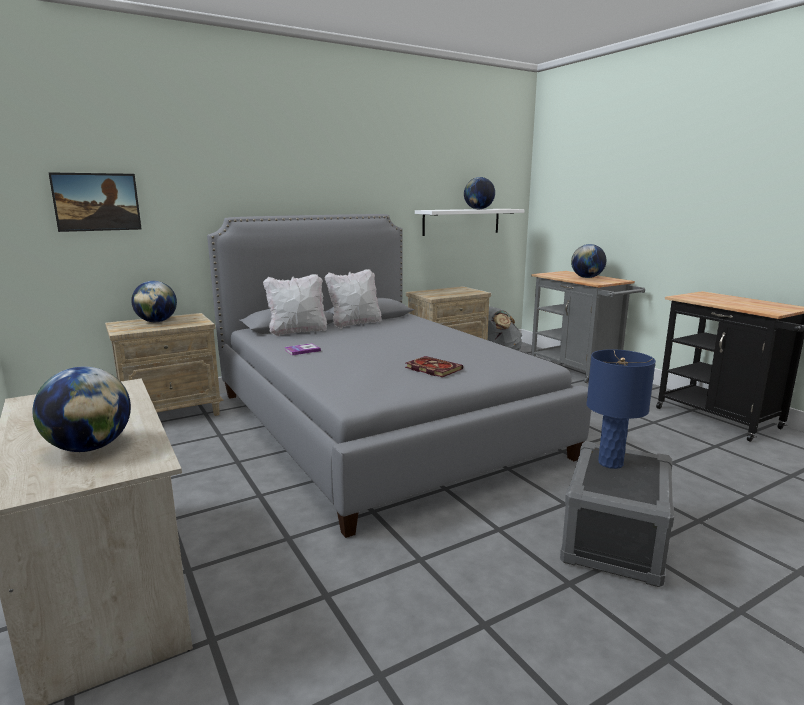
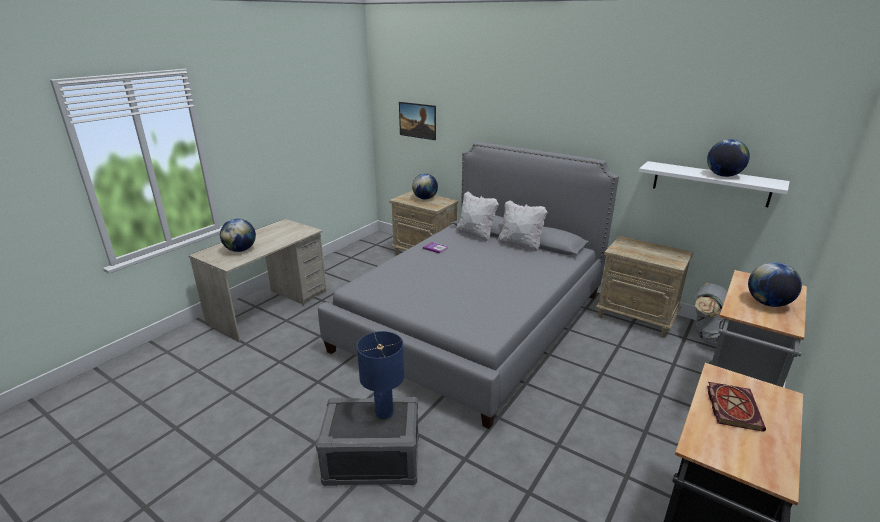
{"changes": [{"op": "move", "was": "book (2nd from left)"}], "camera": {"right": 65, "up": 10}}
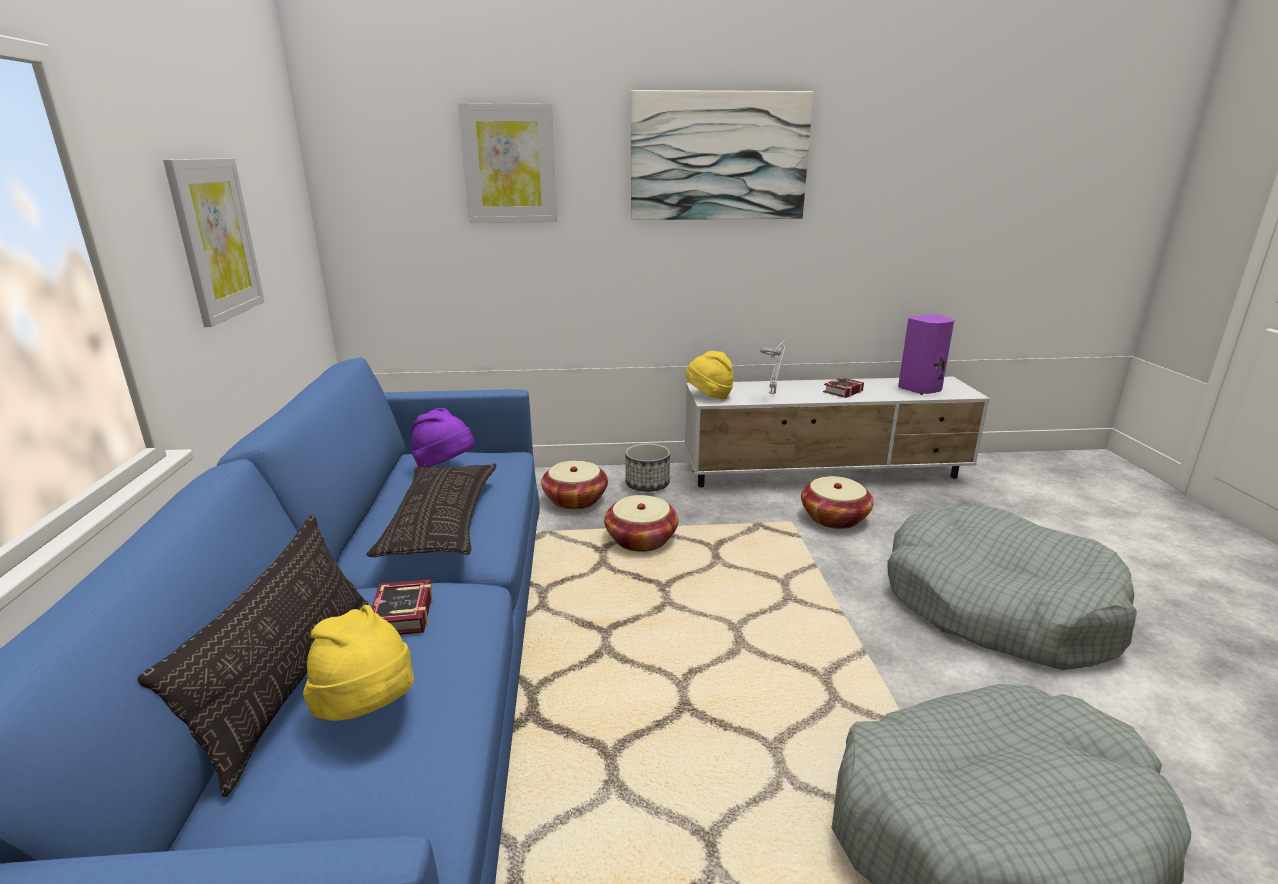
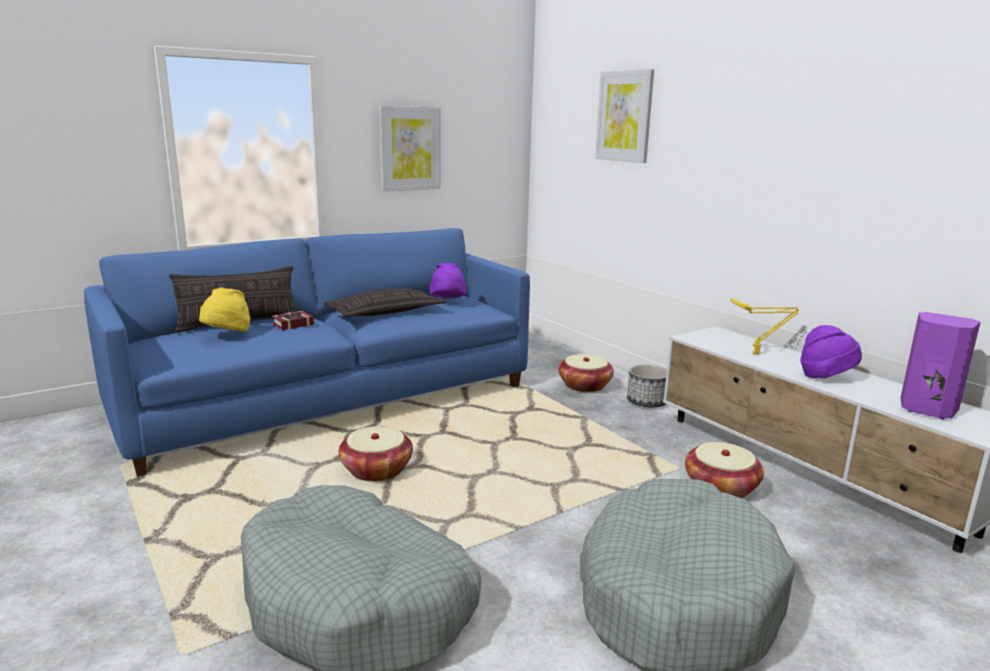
{"changes": [{"op": "move", "was": "basket (2nd from left in the first image)", "now": "basket (1st from left)"}, {"op": "delete", "was": "picture (3rd from left)"}, {"op": "delete", "was": "yellow hat (2nd from left)"}, {"op": "recolor", "was": "grey table lamp", "now": "yellow table lamp"}, {"op": "replace", "was": "book (2nd from left)", "now": "purple hat (2nd from left)"}], "camera": {"right": 60, "up": -5}}
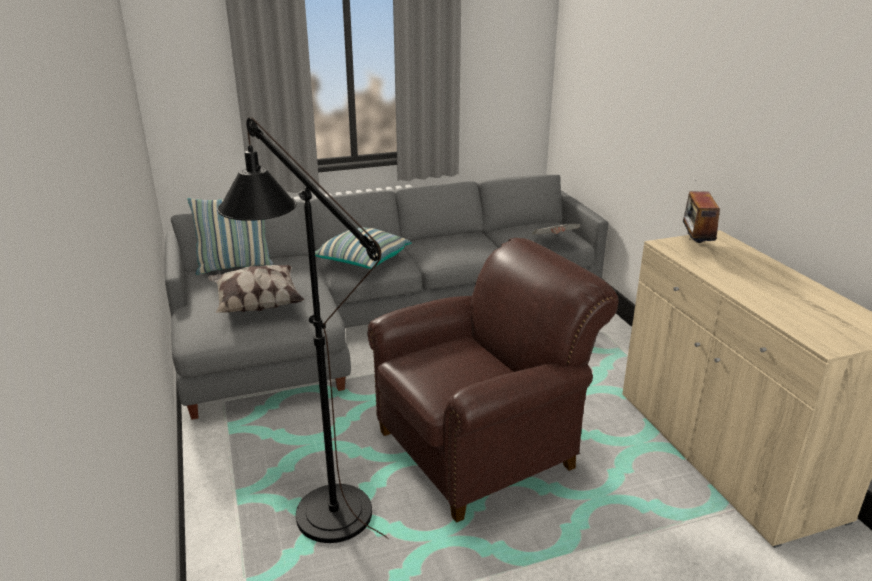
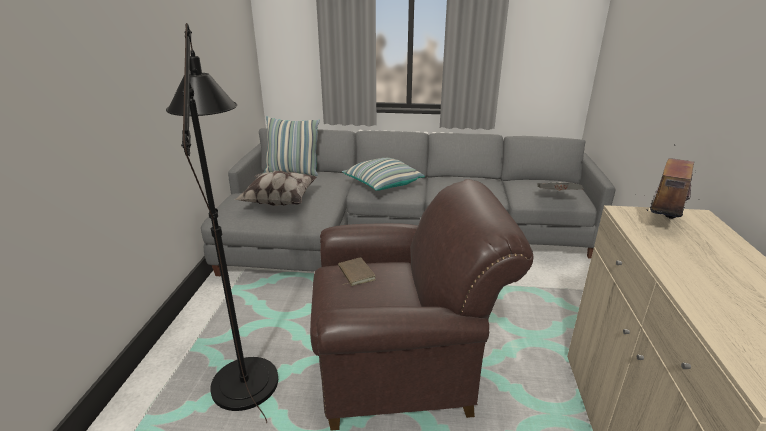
{"changes": [{"op": "insert", "now": "brown book"}], "camera": {"right": 25, "up": 0}}
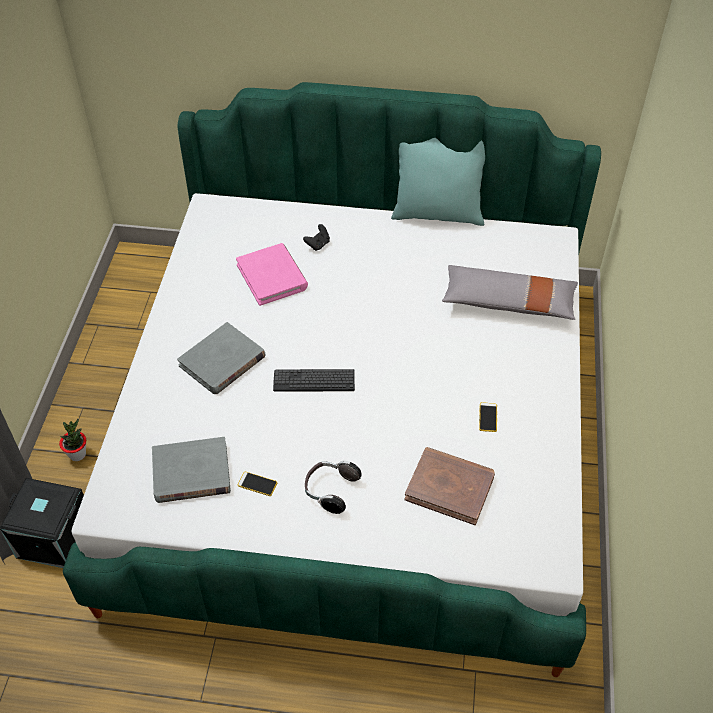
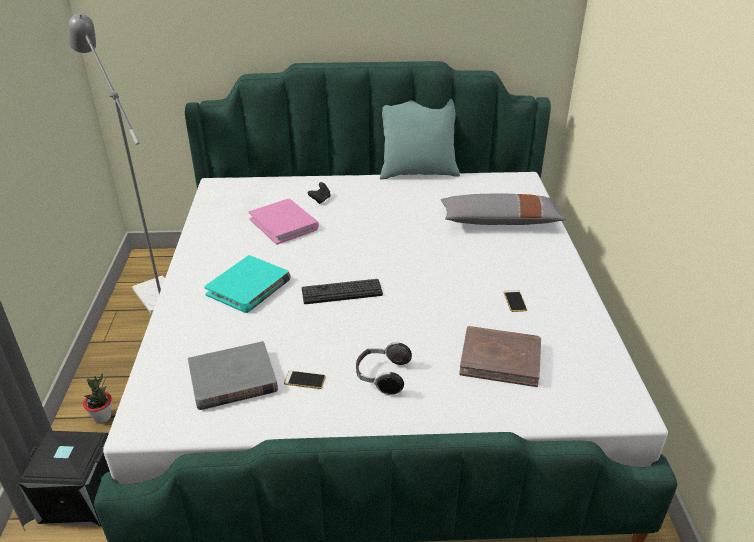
{"changes": [{"op": "recolor", "was": "grey book (2nd from left)", "now": "turquoise book"}, {"op": "insert", "now": "grey floor lamp"}], "camera": {"right": -10, "up": -15}}
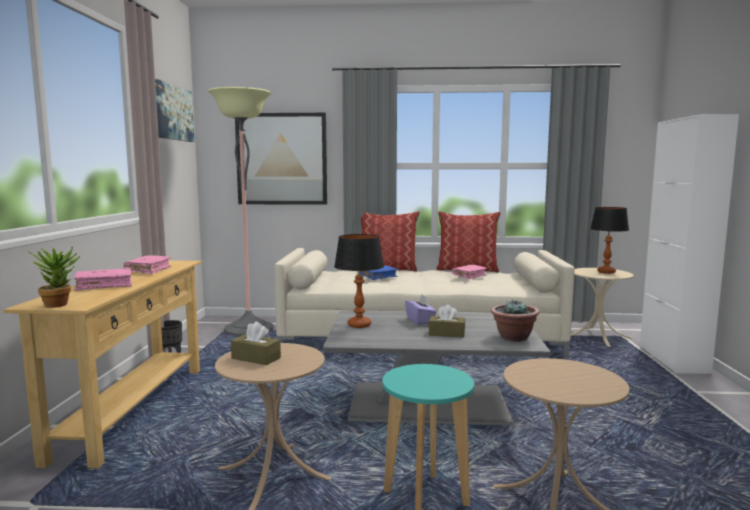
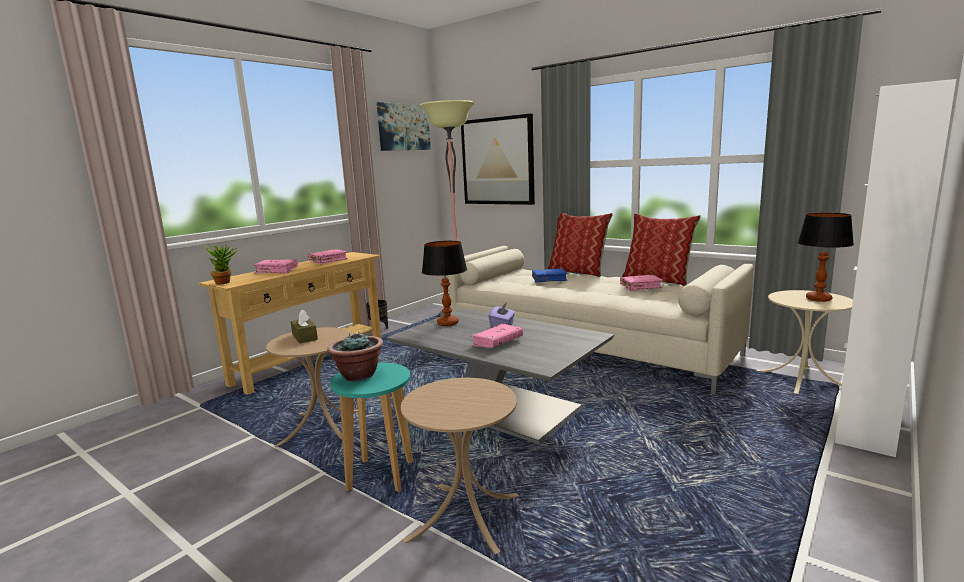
{"changes": [{"op": "replace", "was": "brown tissue box (2nd from left)", "now": "pink book (3rd from left)"}, {"op": "move", "was": "potted plant (2nd from left)"}], "camera": {"right": 35, "up": 5}}
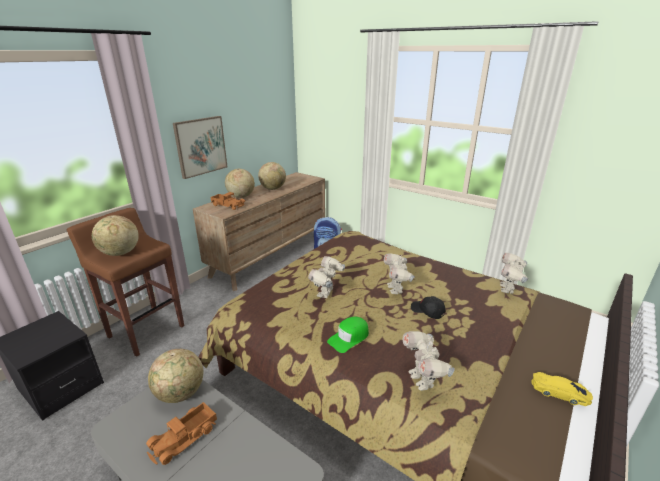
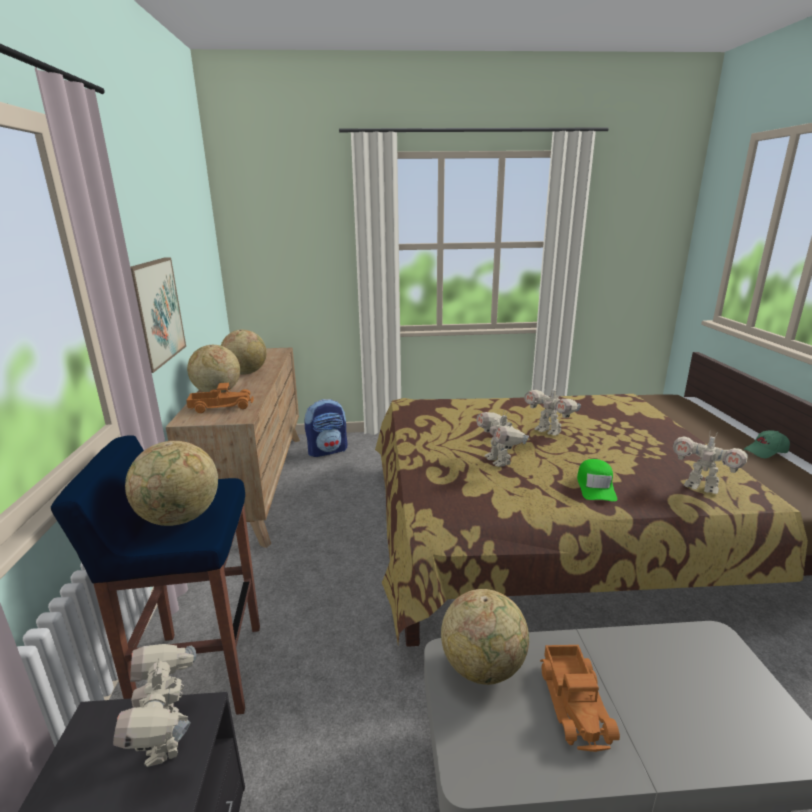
{"changes": [{"op": "recolor", "was": "brown stool", "now": "blue stool"}, {"op": "delete", "was": "black cap"}, {"op": "move", "was": "toy robot (4th from left in the first image)", "now": "toy robot (1st from left)"}, {"op": "replace", "was": "yellow toy car", "now": "green cap (2nd from left)"}], "camera": {"right": -40, "up": -5}}
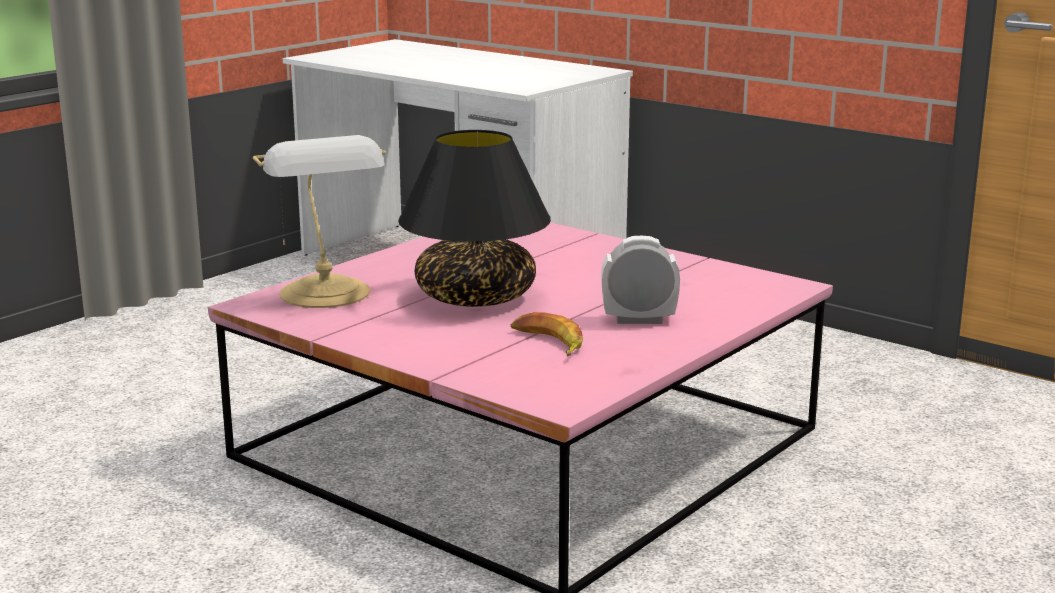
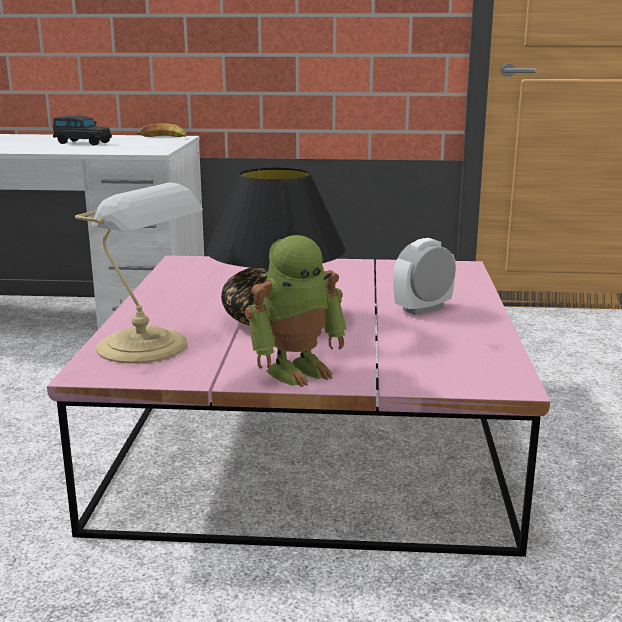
{"changes": [{"op": "move", "was": "banana"}, {"op": "insert", "now": "black toy car"}, {"op": "insert", "now": "toy robot"}], "camera": {"right": -35, "up": 0}}
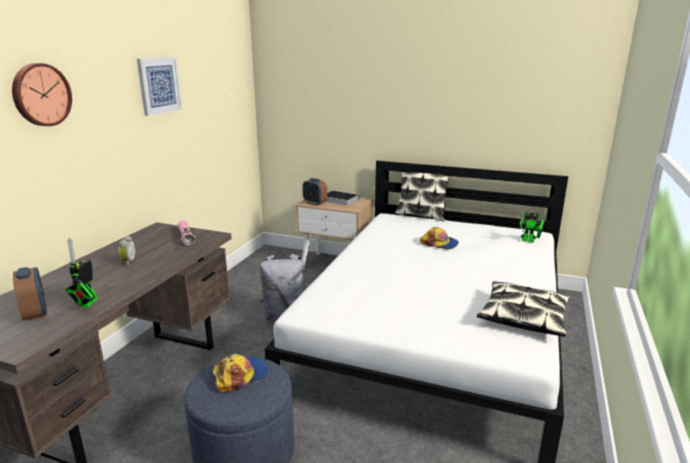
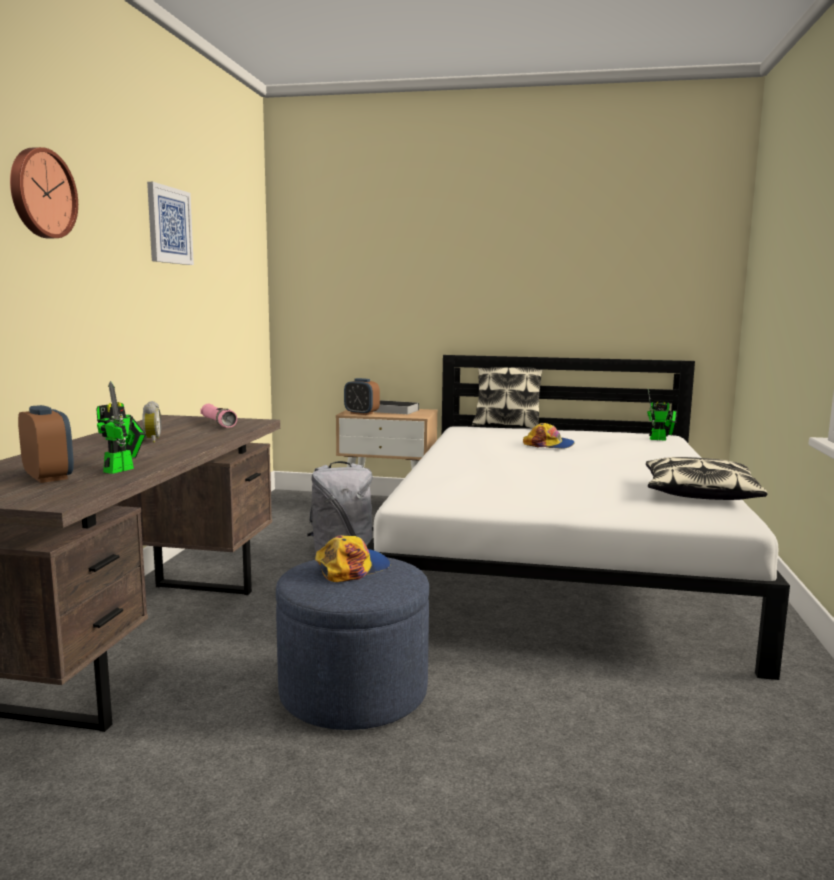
{"changes": [{"op": "rotate", "was": "toy robot (1st from left)", "clockwise": -150}], "camera": {"right": -10, "up": -10}}
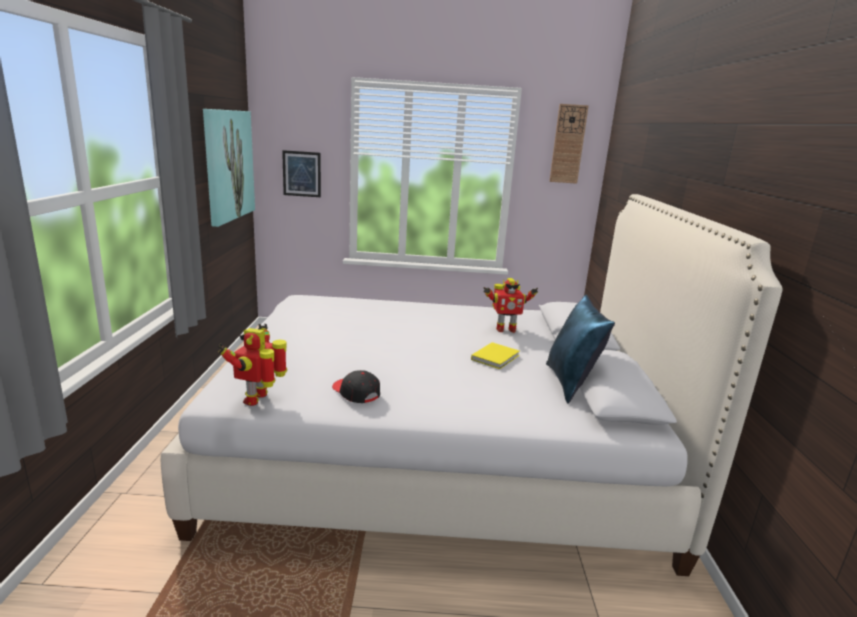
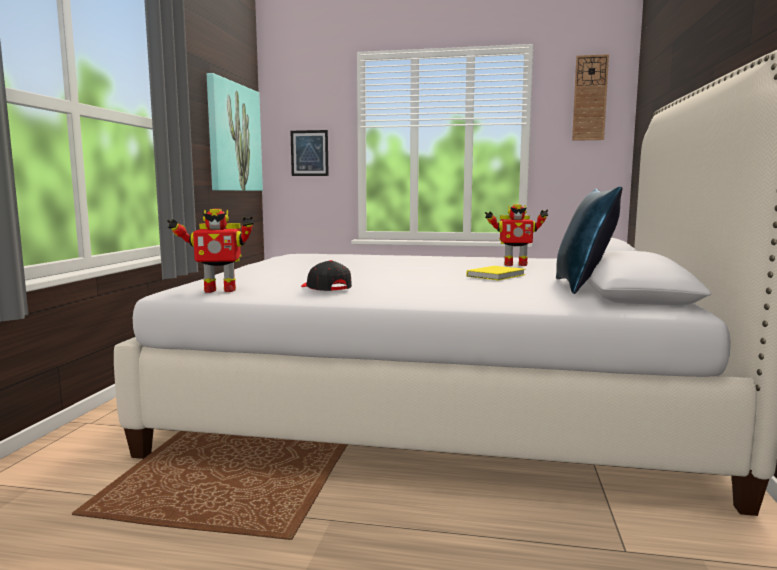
{"changes": [{"op": "rotate", "was": "toy robot (1st from left)", "clockwise": -120}], "camera": {"right": 10, "up": -10}}
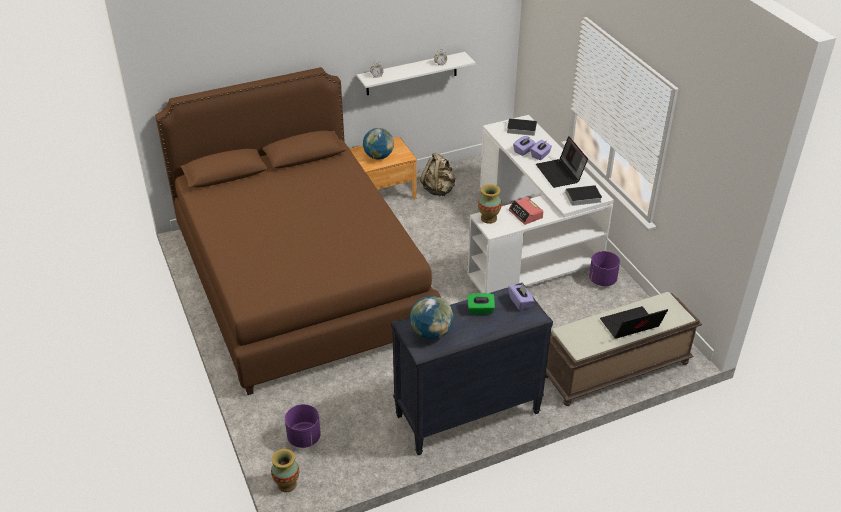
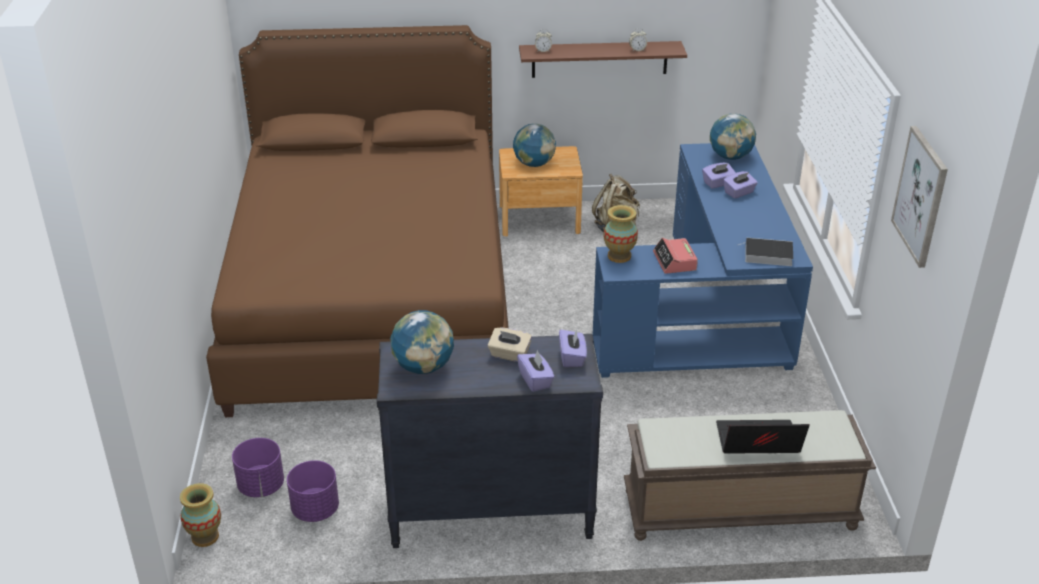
{"changes": [{"op": "recolor", "was": "white shelf", "now": "brown shelf"}, {"op": "recolor", "was": "green tissue box", "now": "beige tissue box"}, {"op": "recolor", "was": "white desk", "now": "blue desk"}, {"op": "replace", "was": "book (1st from left)", "now": "globe (3rd from left)"}, {"op": "delete", "was": "laptop (1st from left)"}, {"op": "move", "was": "purple planter (2nd from left)"}, {"op": "insert", "now": "purple tissue box (1st from left)"}, {"op": "insert", "now": "picture"}], "camera": {"right": 20, "up": -5}}
